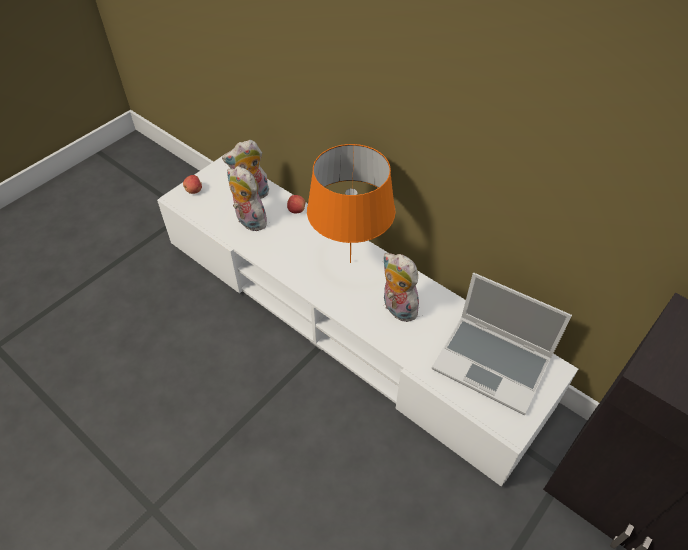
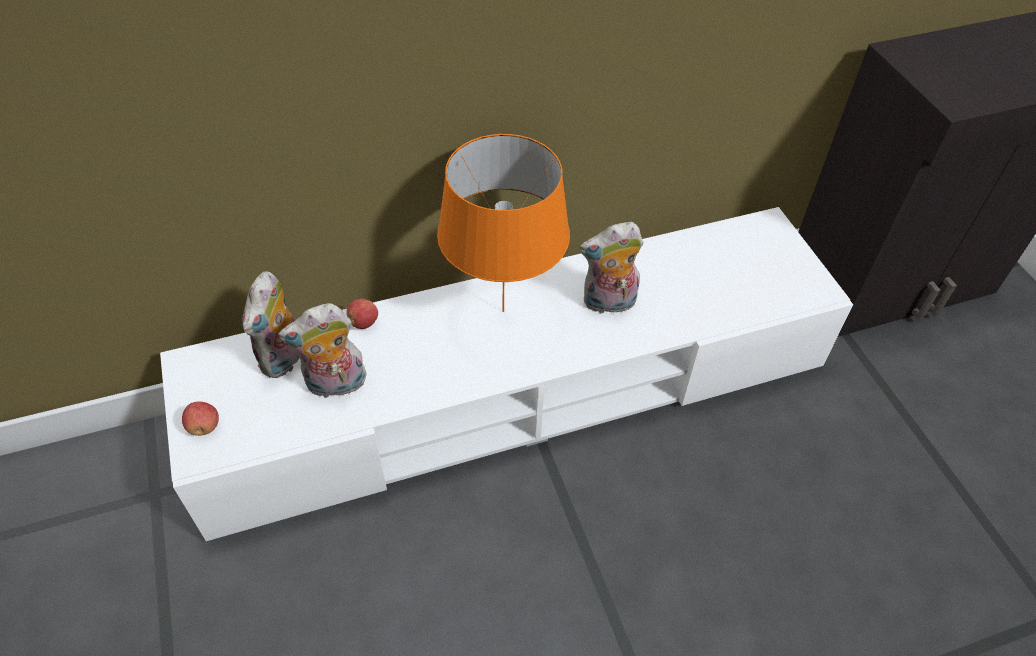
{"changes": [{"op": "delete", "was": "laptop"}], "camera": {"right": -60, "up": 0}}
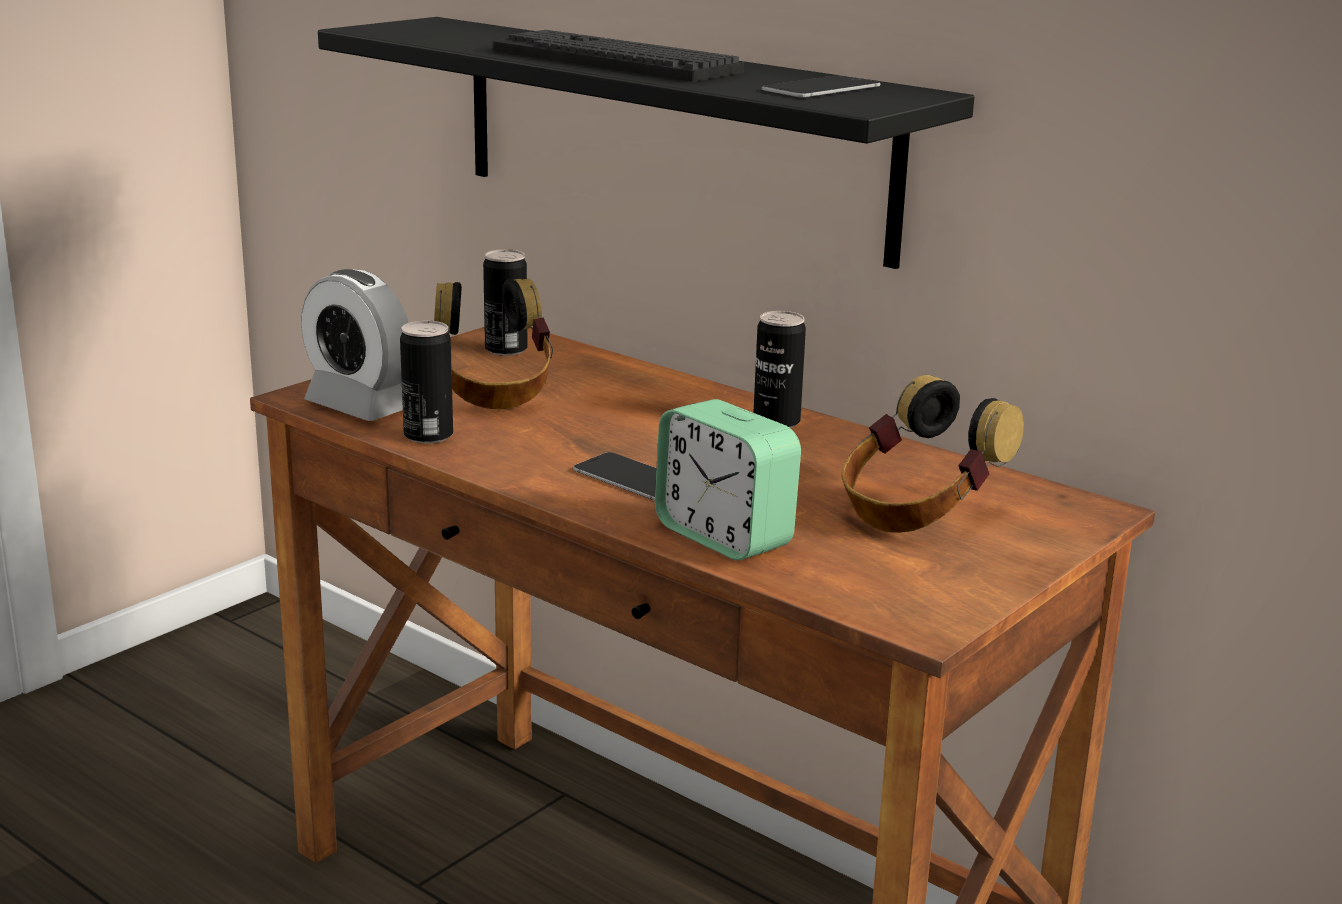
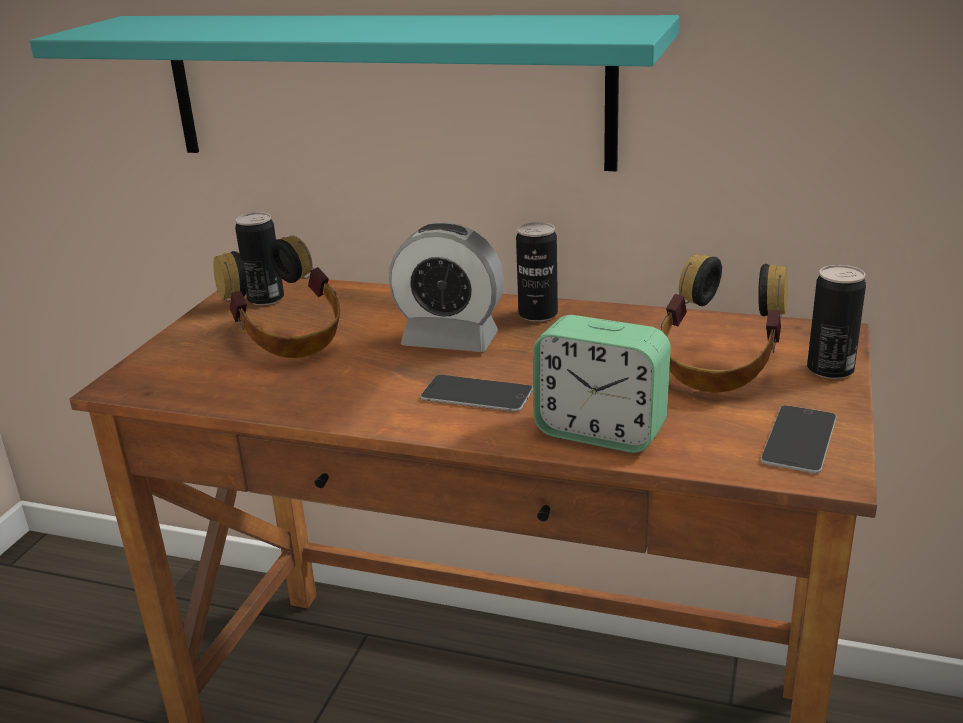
{"changes": [{"op": "move", "was": "alarm clock (1st from left)"}, {"op": "recolor", "was": "black shelf", "now": "turquoise shelf"}, {"op": "move", "was": "can (1st from left in the first image)", "now": "can (3rd from left)"}, {"op": "delete", "was": "keyboard"}, {"op": "move", "was": "phone (2nd from left)"}], "camera": {"right": -20, "up": 5}}
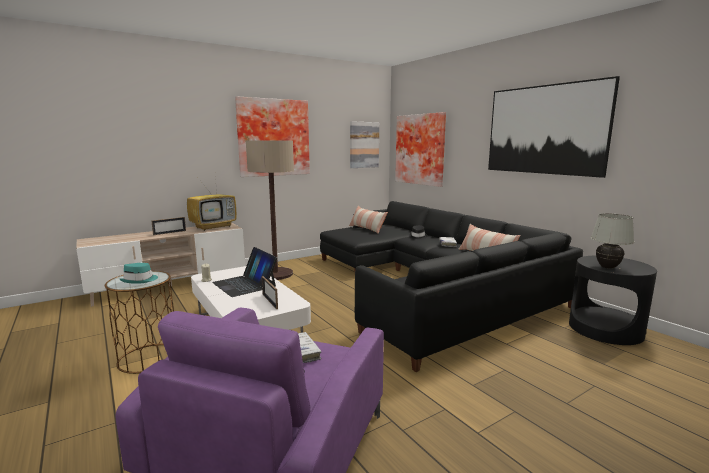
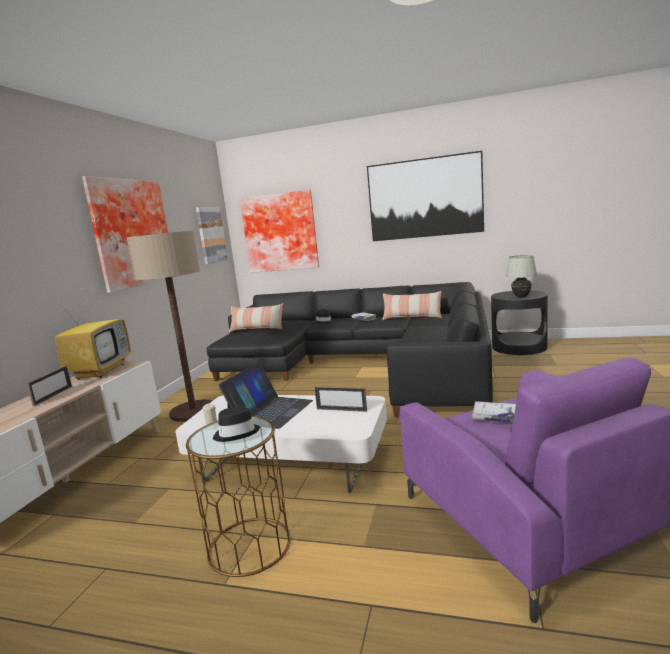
{"changes": [{"op": "recolor", "was": "turquoise hat", "now": "black hat (1st from left)"}, {"op": "rotate", "was": "laptop", "clockwise": -75}], "camera": {"right": -40, "up": 0}}
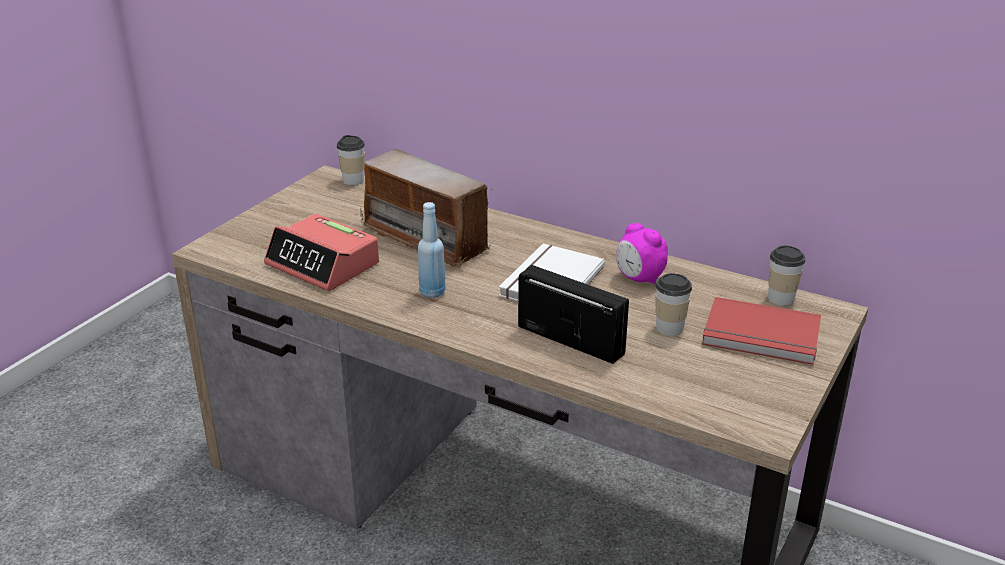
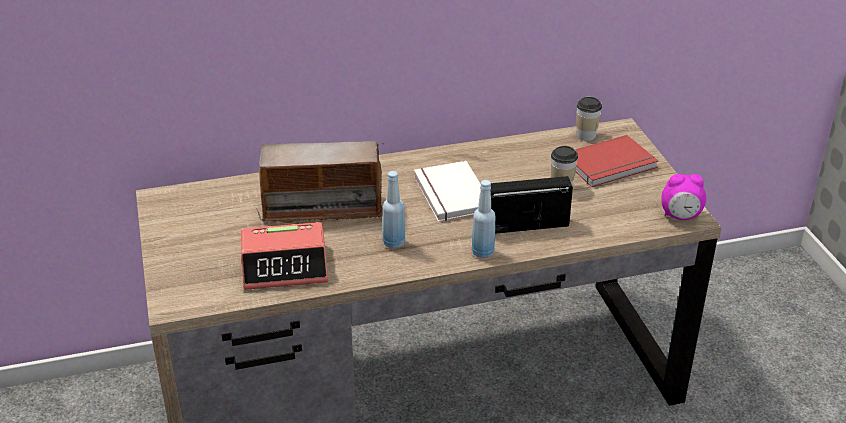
{"changes": [{"op": "delete", "was": "cup (1st from left)"}, {"op": "move", "was": "alarm clock (2nd from left)"}, {"op": "insert", "now": "blue bottle (2nd from left)"}], "camera": {"right": -45, "up": 5}}
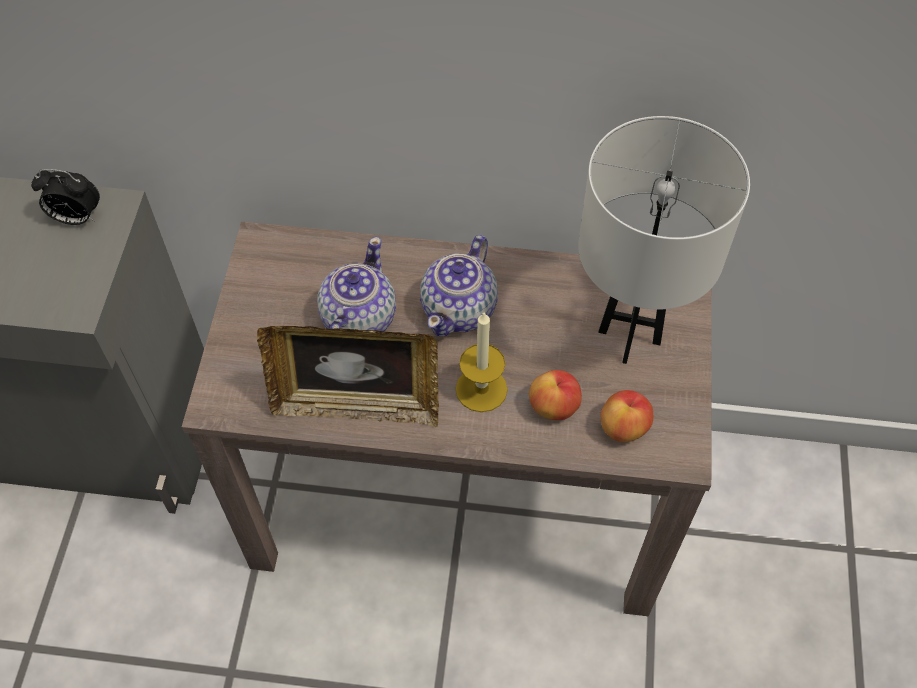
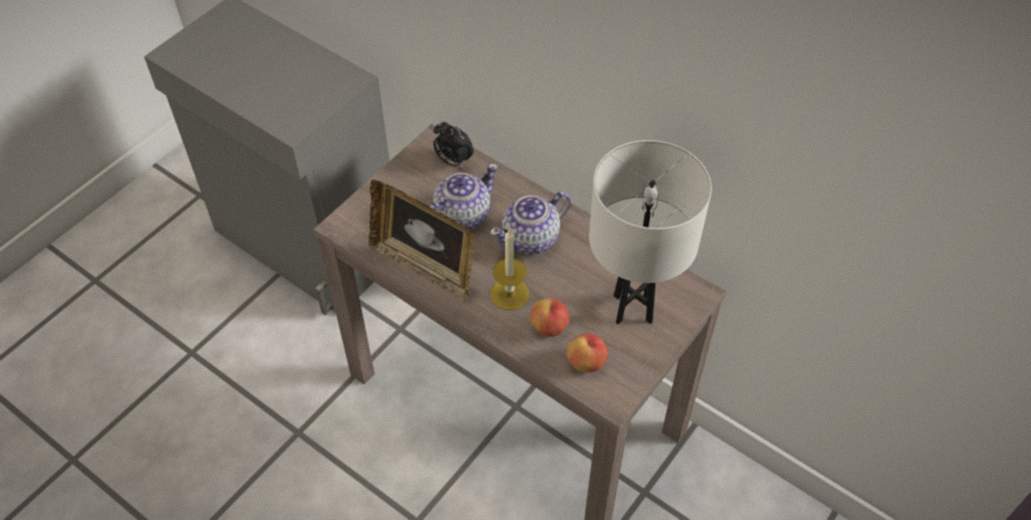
{"changes": [{"op": "move", "was": "alarm clock"}], "camera": {"right": 30, "up": -5}}
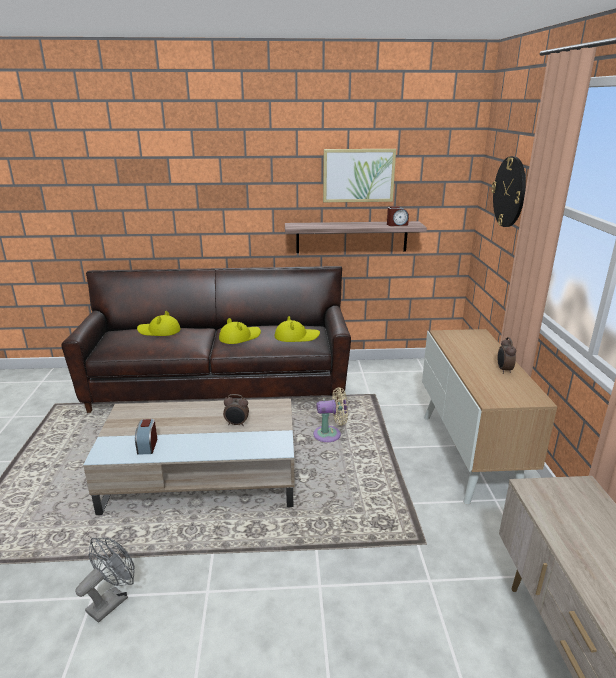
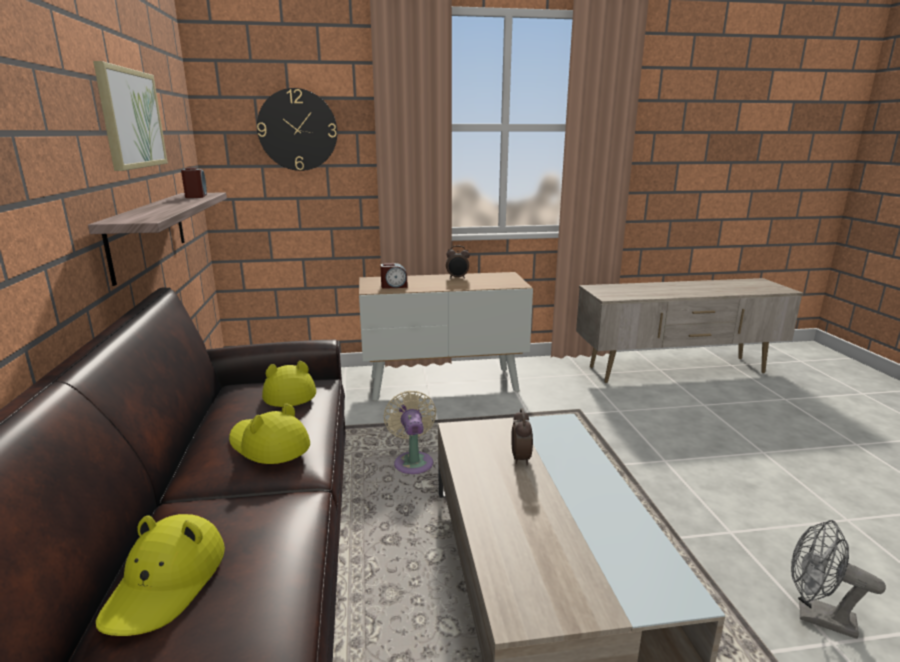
{"changes": [{"op": "move", "was": "alarm clock (1st from left in the first image)", "now": "alarm clock (2nd from left)"}], "camera": {"right": -95, "up": -5}}
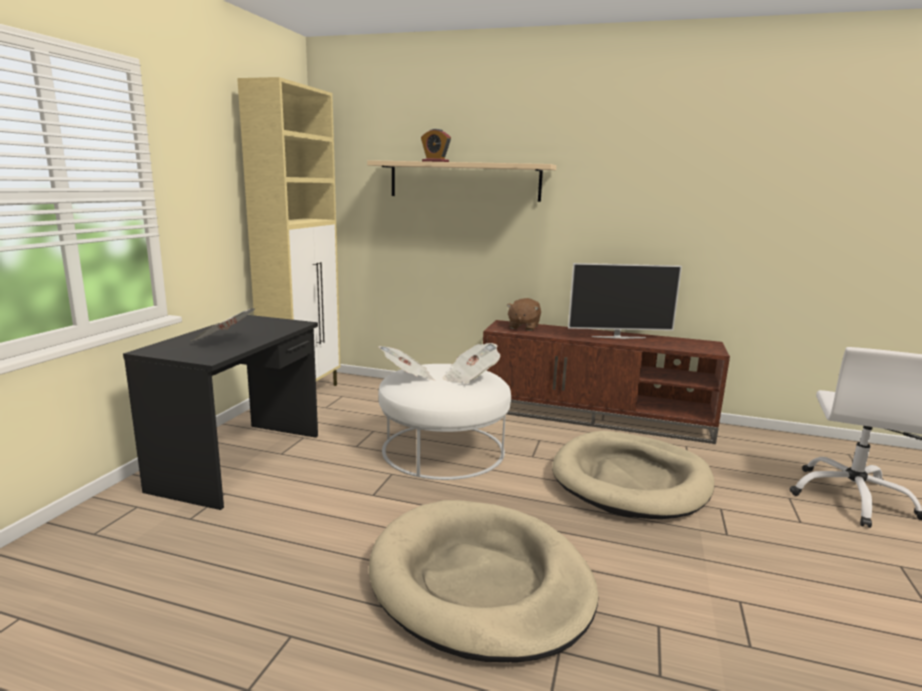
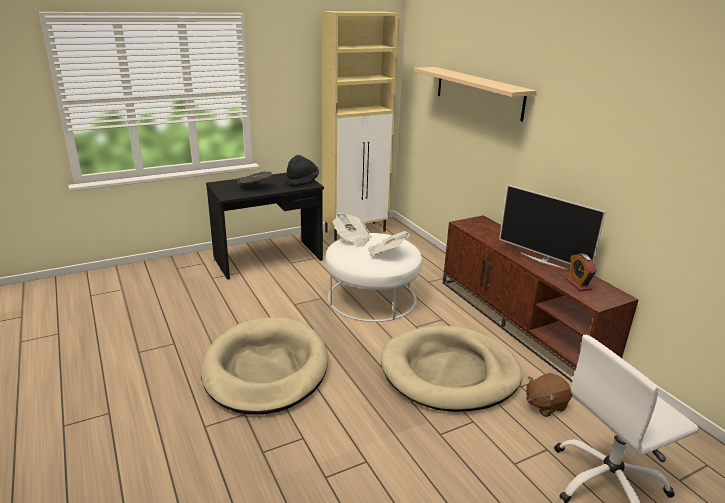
{"changes": [{"op": "move", "was": "alarm clock"}, {"op": "move", "was": "brown plush toy"}, {"op": "insert", "now": "black hat"}], "camera": {"right": 45, "up": 10}}
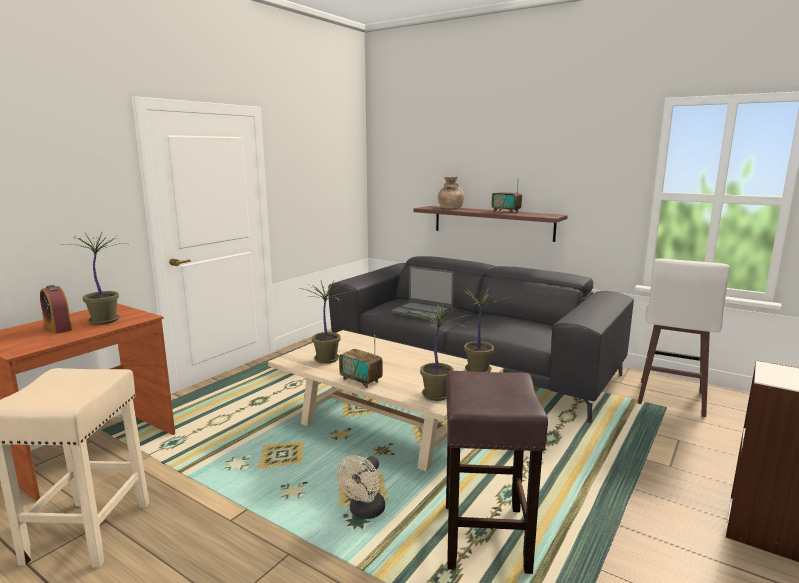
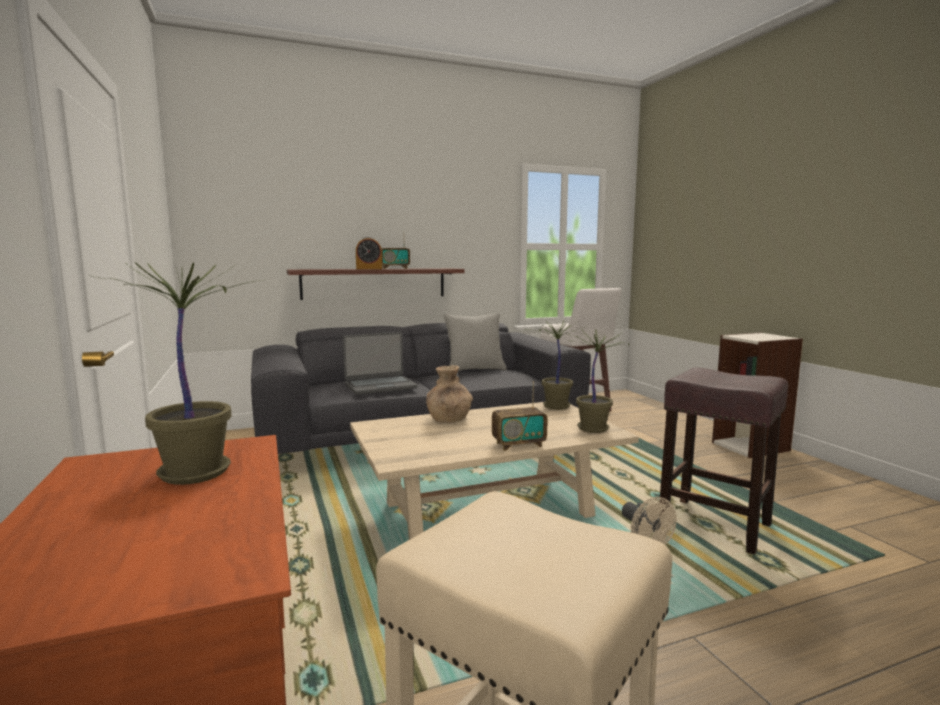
{"changes": [{"op": "move", "was": "alarm clock"}, {"op": "delete", "was": "potted plant (2nd from left)"}, {"op": "move", "was": "brown vase"}, {"op": "insert", "now": "grey pillow"}], "camera": {"right": -55, "up": -5}}
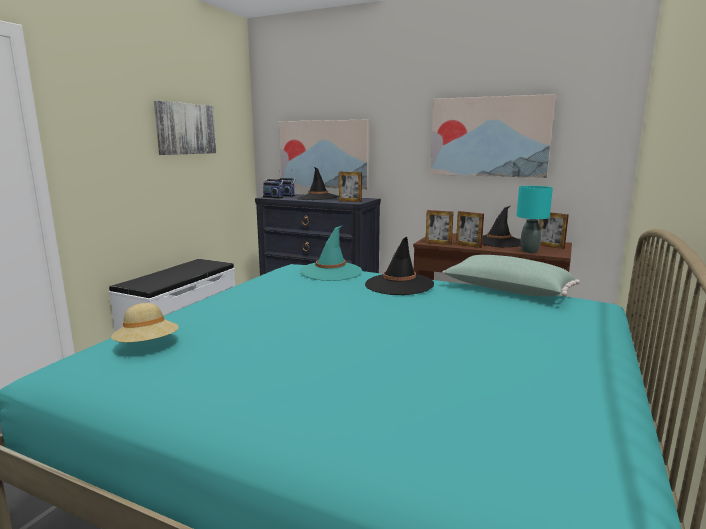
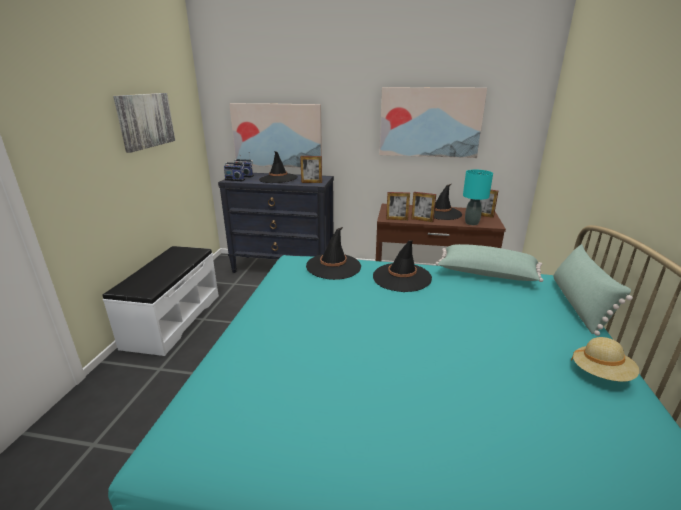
{"changes": [{"op": "move", "was": "beige hat"}, {"op": "recolor", "was": "turquoise hat", "now": "black hat (2nd from left)"}, {"op": "insert", "now": "green pillow (2nd from left)"}], "camera": {"right": -15, "up": 10}}
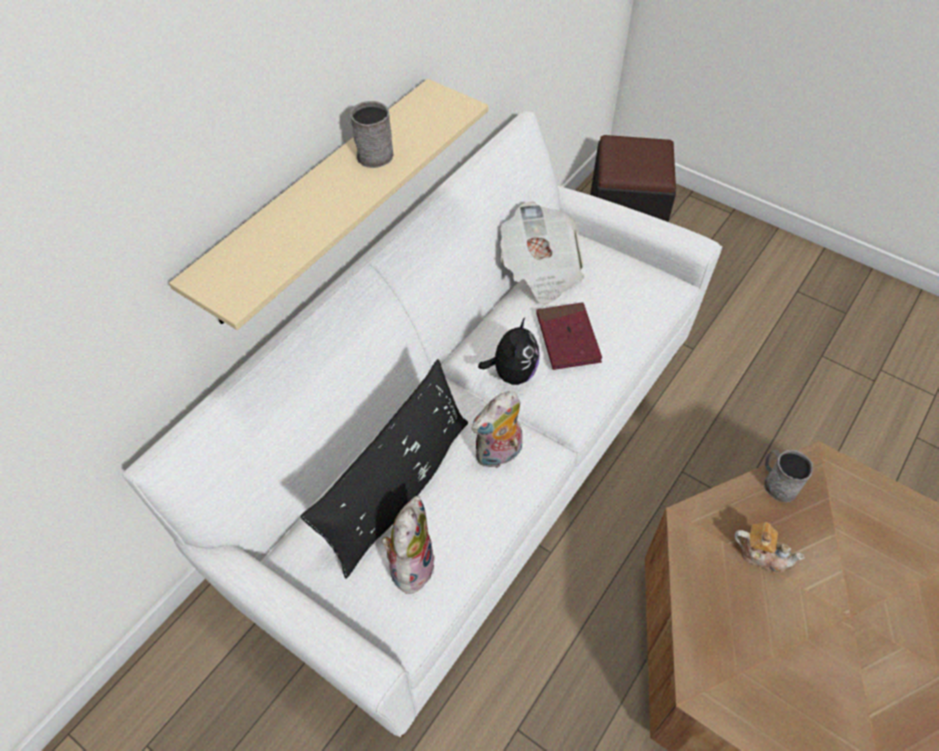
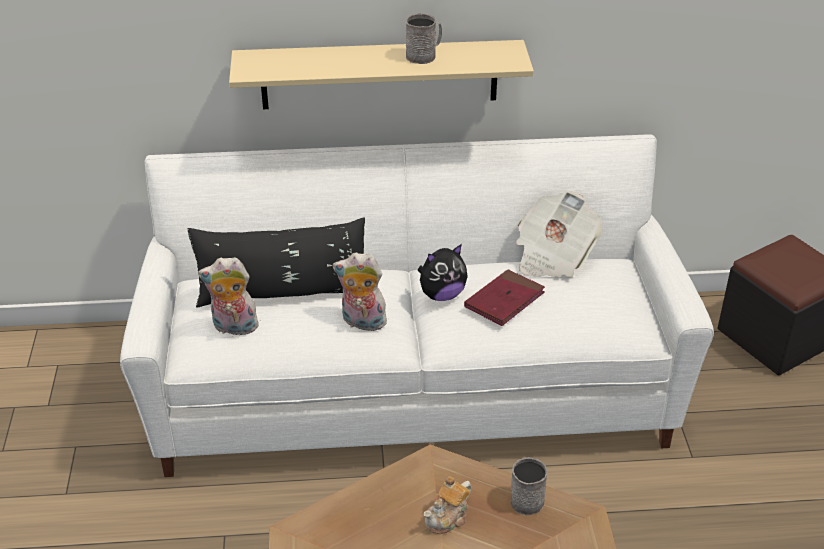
{"changes": [{"op": "rotate", "was": "plush toy (1st from left)", "clockwise": -150}, {"op": "rotate", "was": "teapot", "clockwise": 60}], "camera": {"right": 50, "up": -15}}
